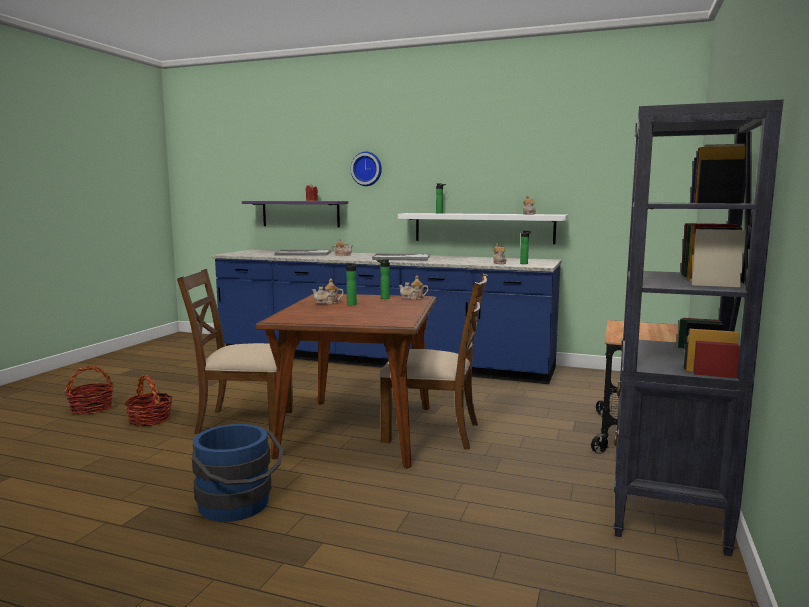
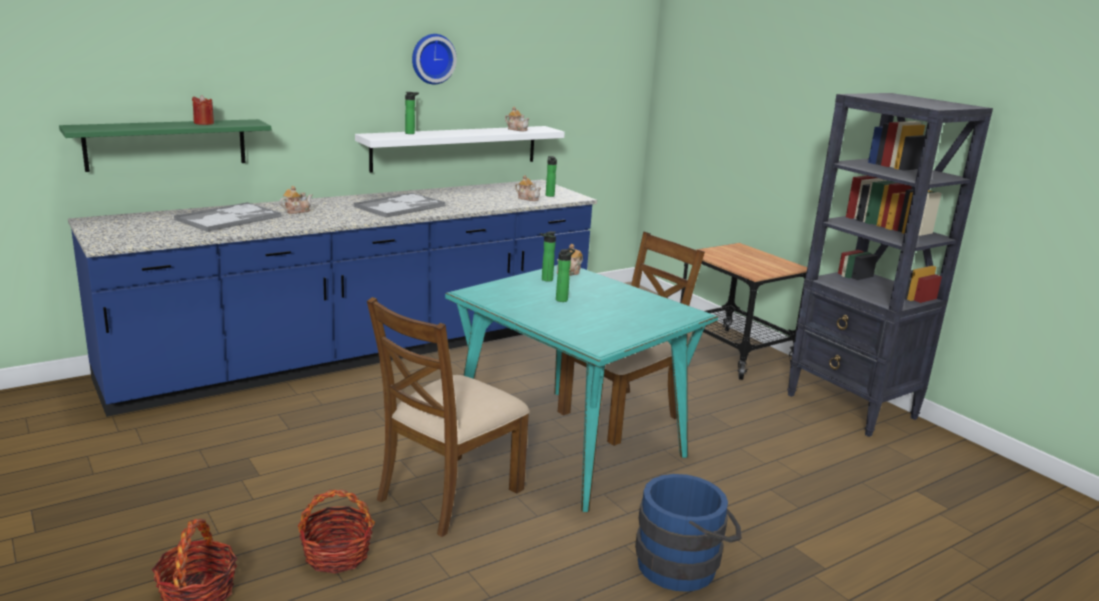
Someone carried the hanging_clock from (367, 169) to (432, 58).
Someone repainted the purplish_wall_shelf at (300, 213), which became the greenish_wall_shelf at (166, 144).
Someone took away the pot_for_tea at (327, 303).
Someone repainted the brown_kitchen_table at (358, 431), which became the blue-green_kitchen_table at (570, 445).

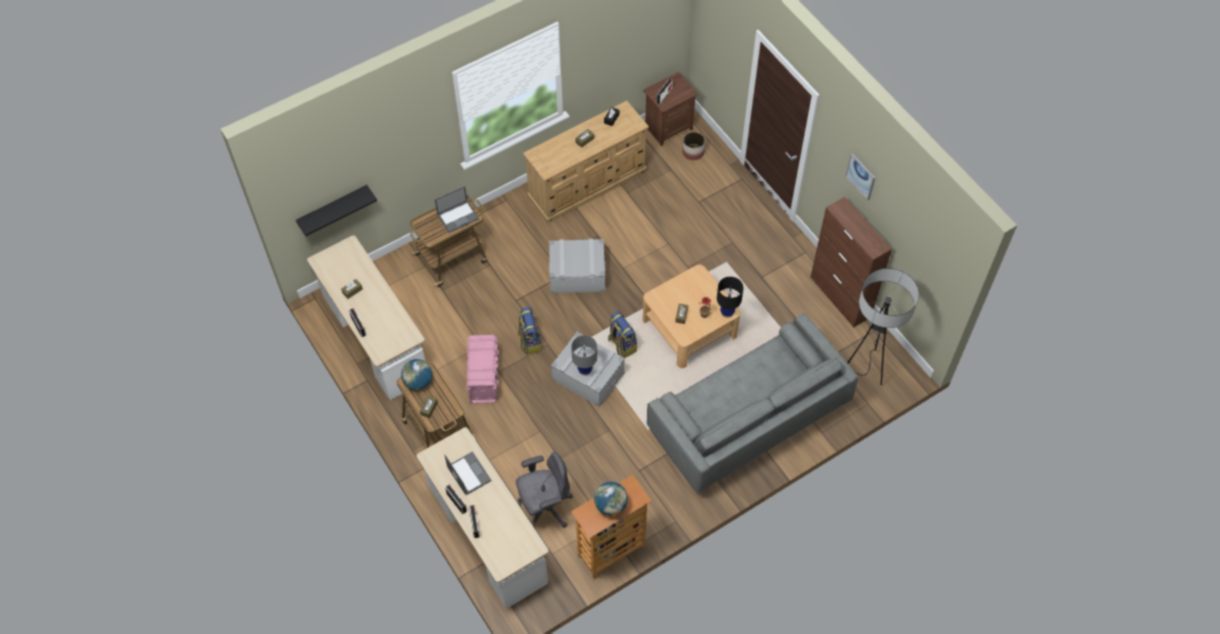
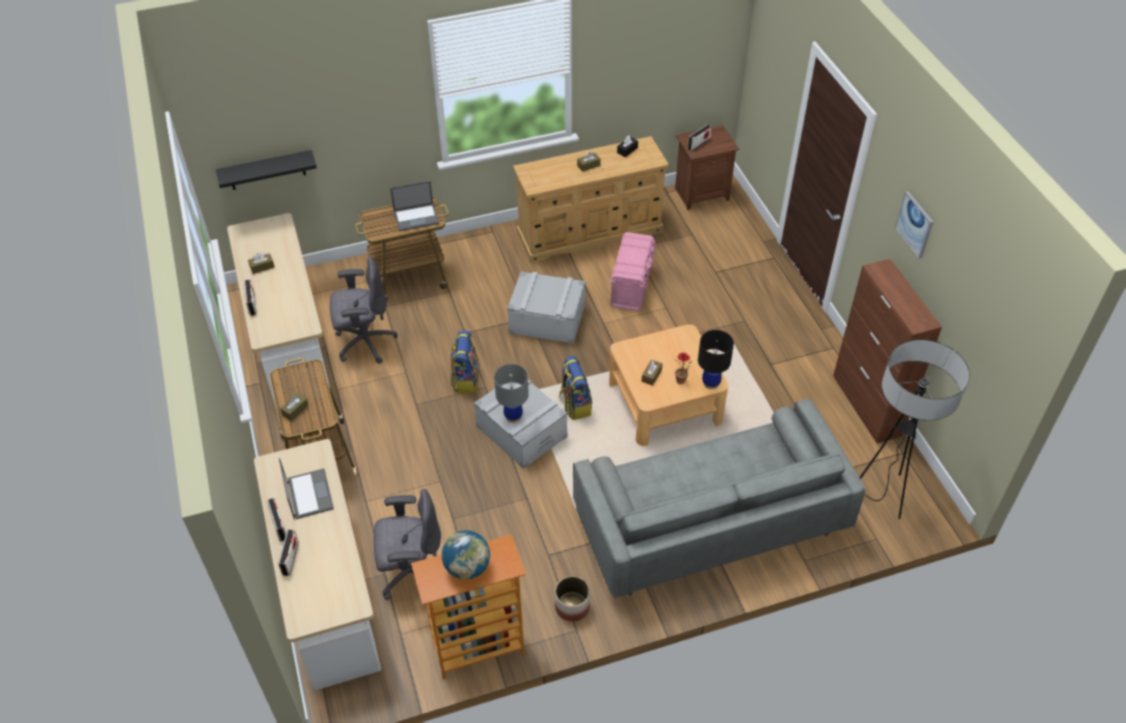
Someone carried the planter from (693, 152) to (572, 607).
Someone carried the pink-coloured_storage_container from (484, 378) to (631, 286).
Someone took away the globe at (418, 382).
Someone put down the greyish_office_chair at (364, 342).

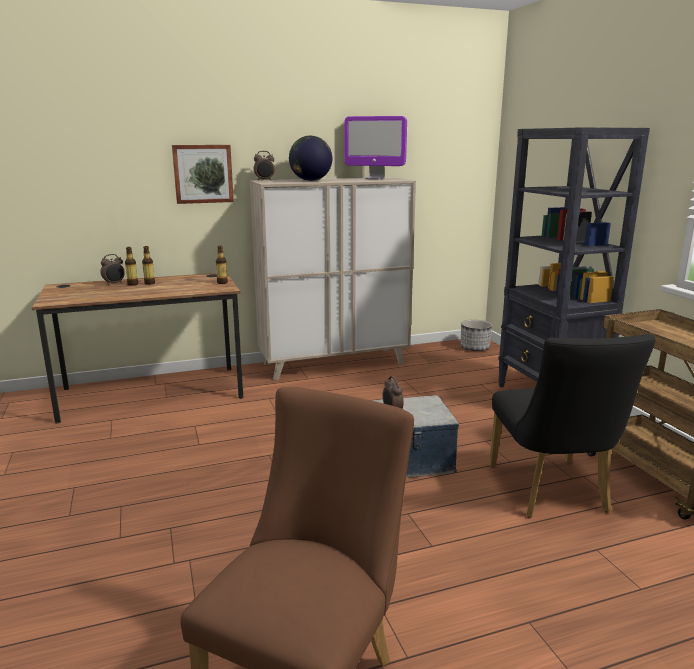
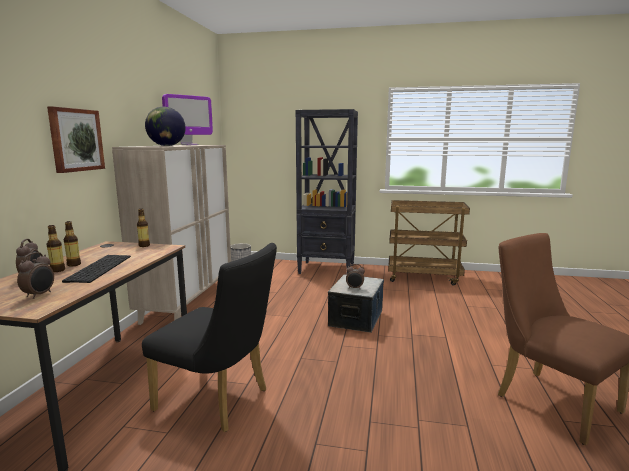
Someone carried the alarm_clock from (264, 180) to (39, 295).
Someone carried the blackish_chair from (551, 493) to (219, 401).
Someone put down the PC_keyboard at (98, 268).

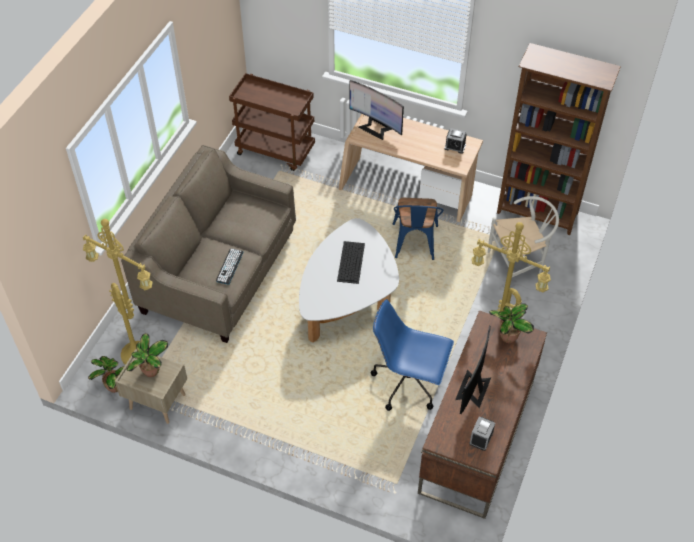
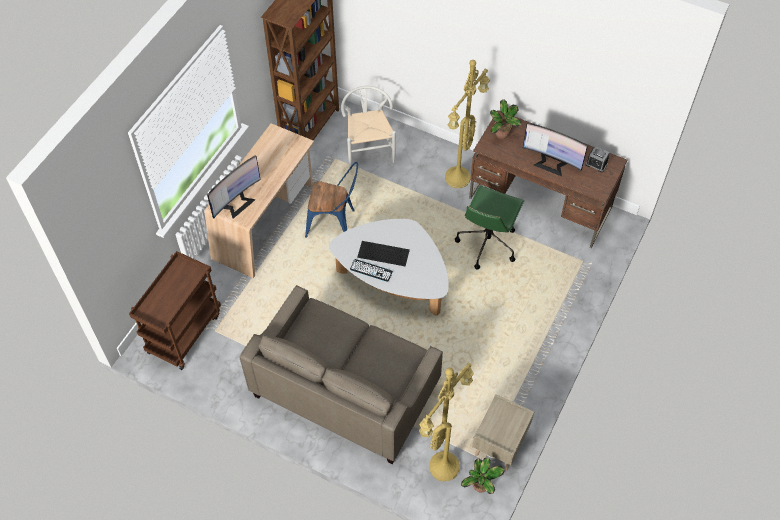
Someone took away the alarm_clock at (455, 147).
Someone carried the PC_keyboard from (229, 266) to (371, 270).
Someone repainted the bluish_office_chair at (409, 383), which became the greenish_office_chair at (487, 243).
Someone took away the houseplant at (151, 372).

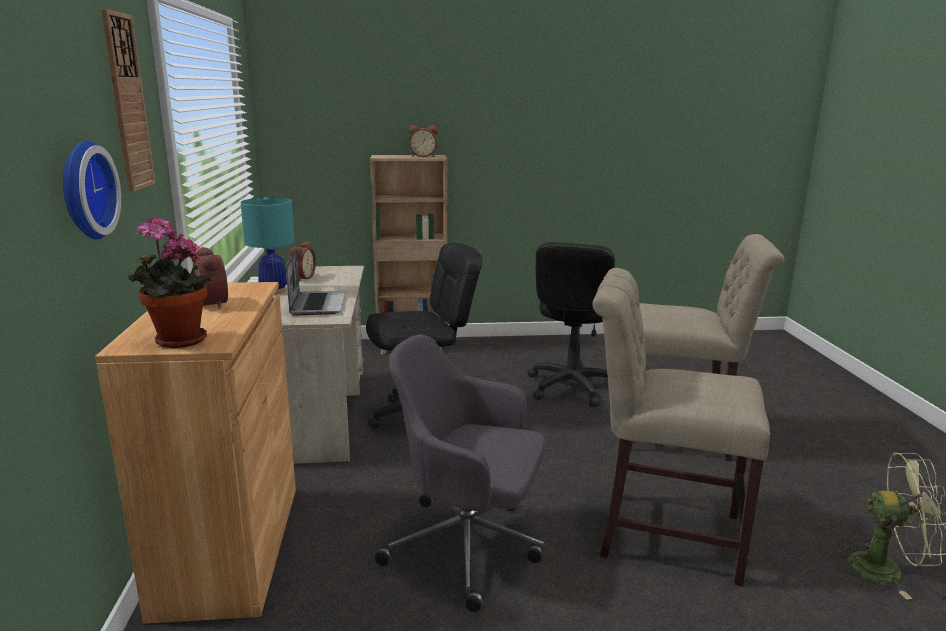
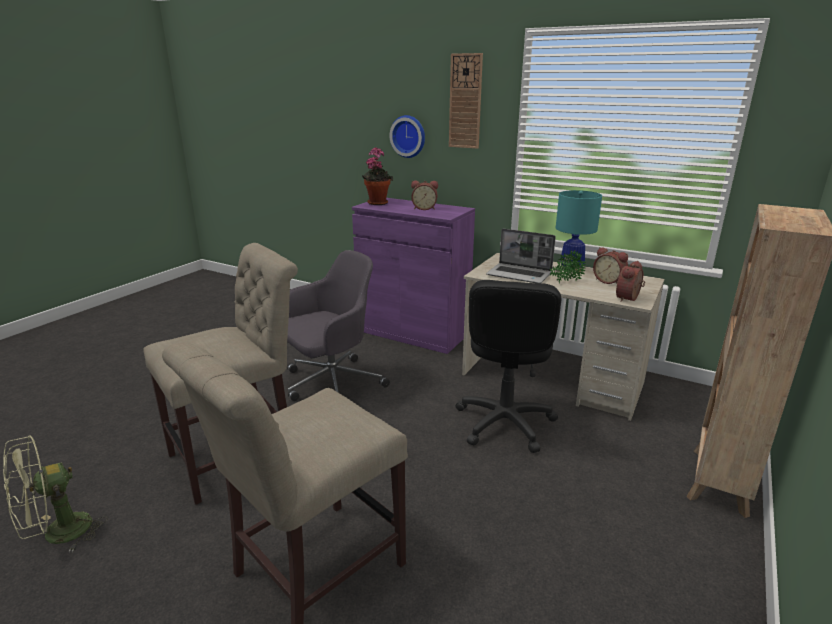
Someone carried the alarm_clock from (424, 156) to (629, 299).
Someone took away the blackish_office_chair at (571, 386).
Someone repainted the brown_cabinet at (230, 547), which became the purplish_cabinet at (413, 332).
Someone put down the houseplant at (565, 282).

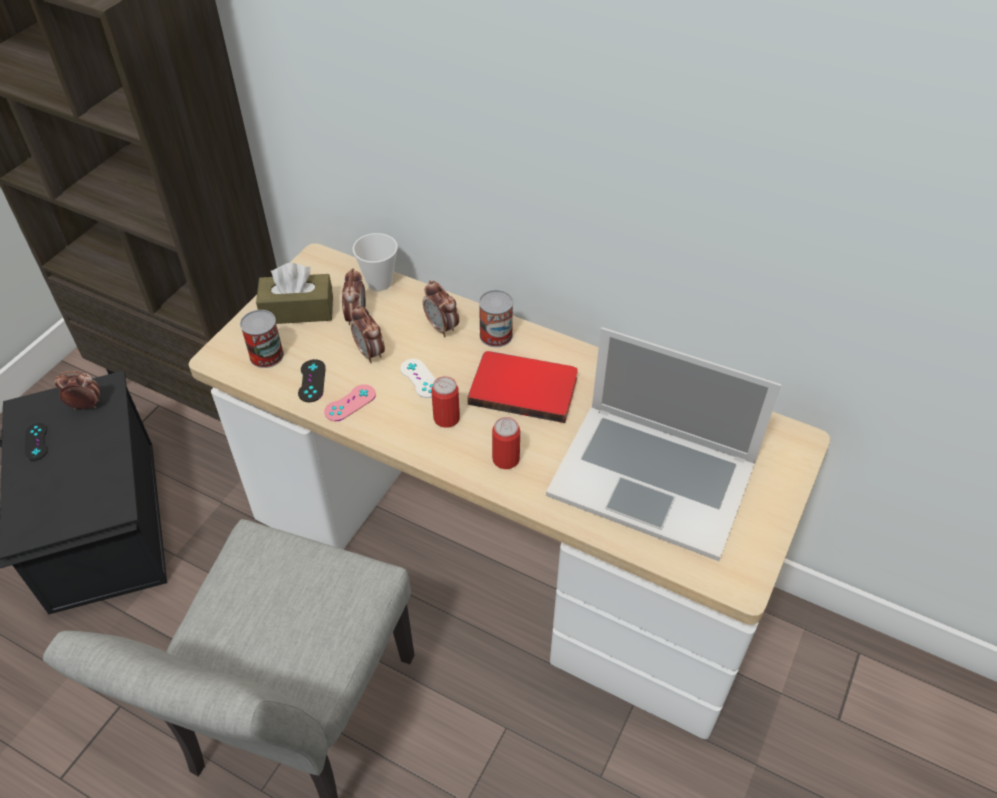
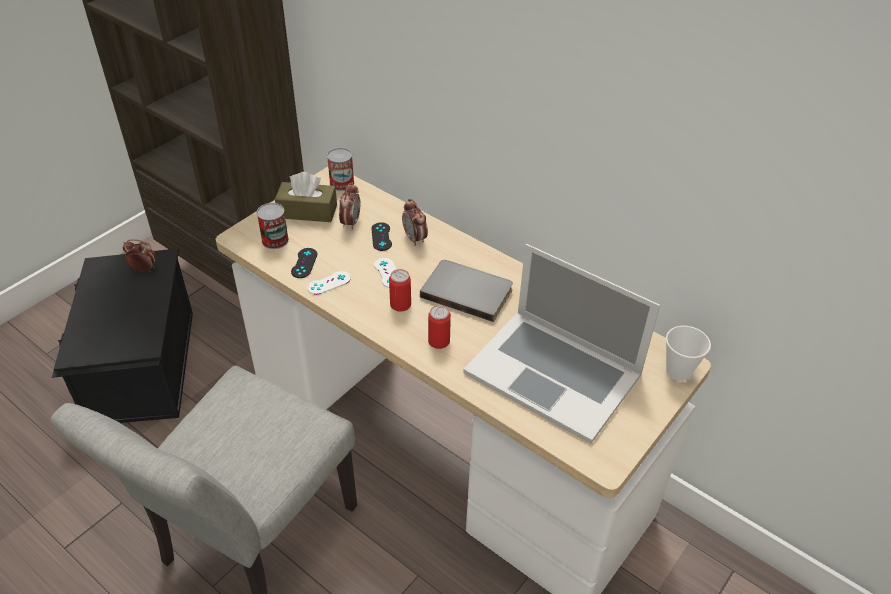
Someone carried the drinking_cup from (379, 282) to (678, 371).
Someone carried the can from (496, 335) to (342, 183).
Someone took away the alarm_clock at (370, 353).
Someone repainted the reddish_bound_book at (524, 387), which became the greyish_bound_book at (468, 291).
Someone repainted the pink-coloured_gamepad at (350, 403), which became the white-coloured_gamepad at (329, 283).
Someone carried the blackish_gamepad from (36, 442) to (381, 237).

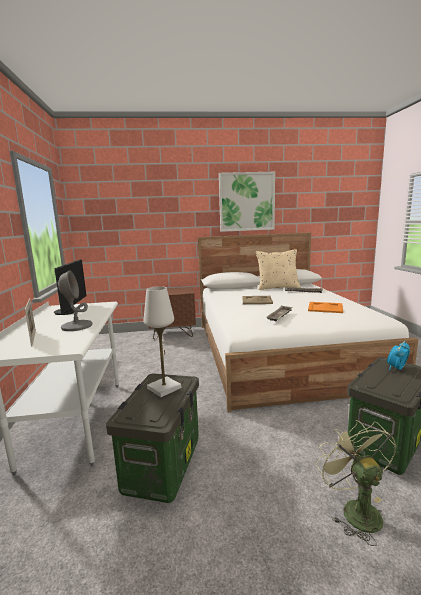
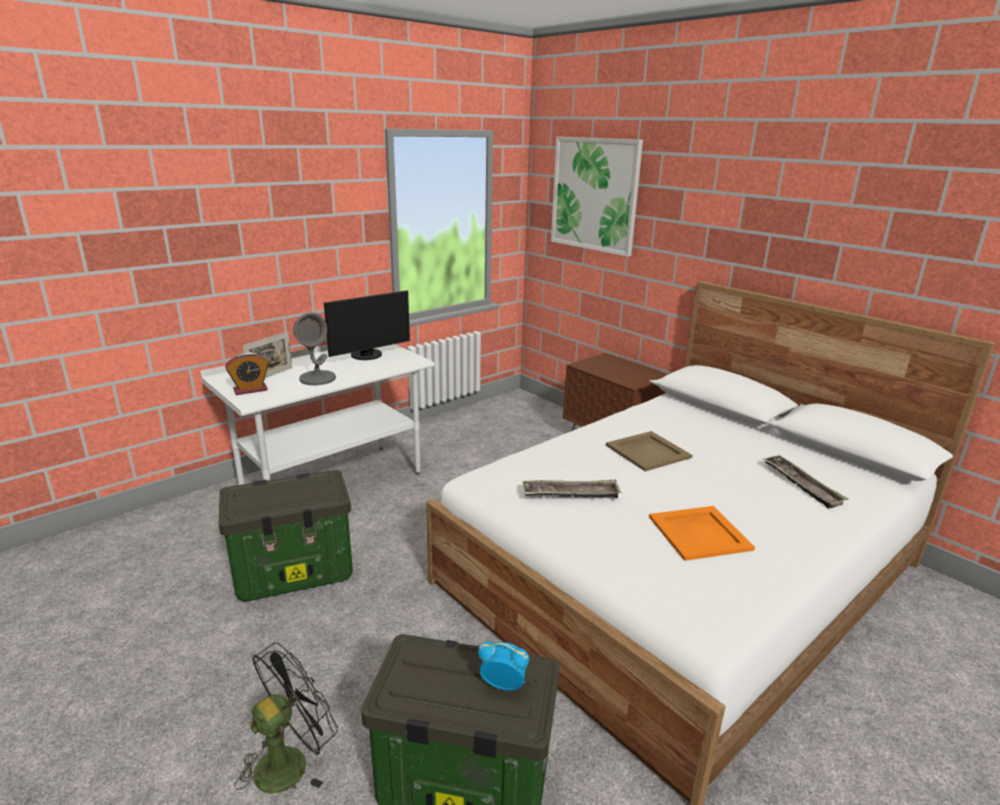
Someone carried the wall_art from (247, 202) to (594, 195).
Someone took away the beige-coloured_cushion at (277, 287).
Someone took away the white-coloured_lamp_for_a_table at (164, 388).
Someone repainted the greenish_electric_fan at (355, 509), which became the blackish_electric_fan at (290, 760).
Someone put down the alarm_clock at (250, 390).

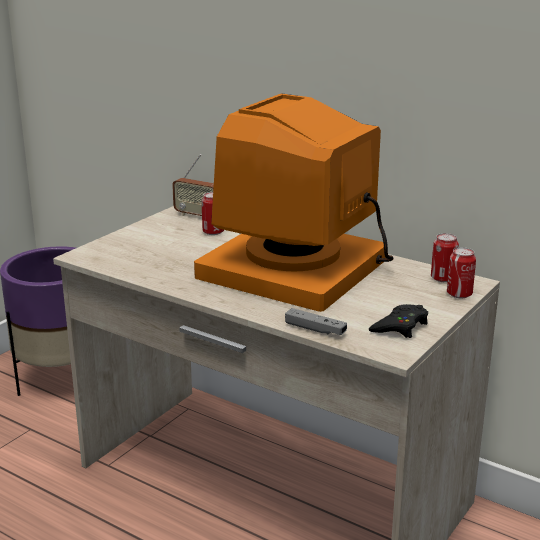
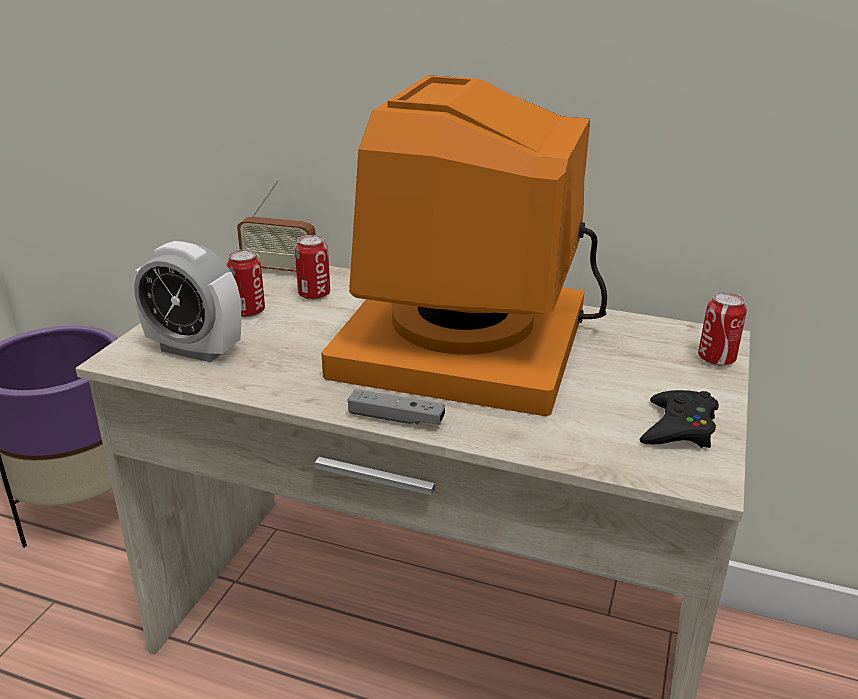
Someone carried the can from (443, 278) to (248, 311).
Someone carried the greyish_gamepad from (315, 329) to (396, 418).
Someone put down the alarm_clock at (194, 350).

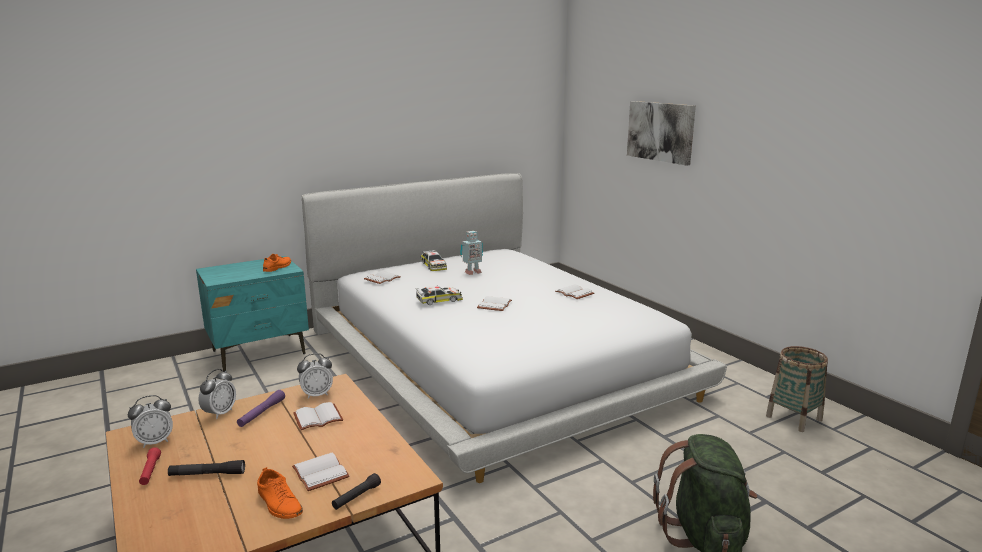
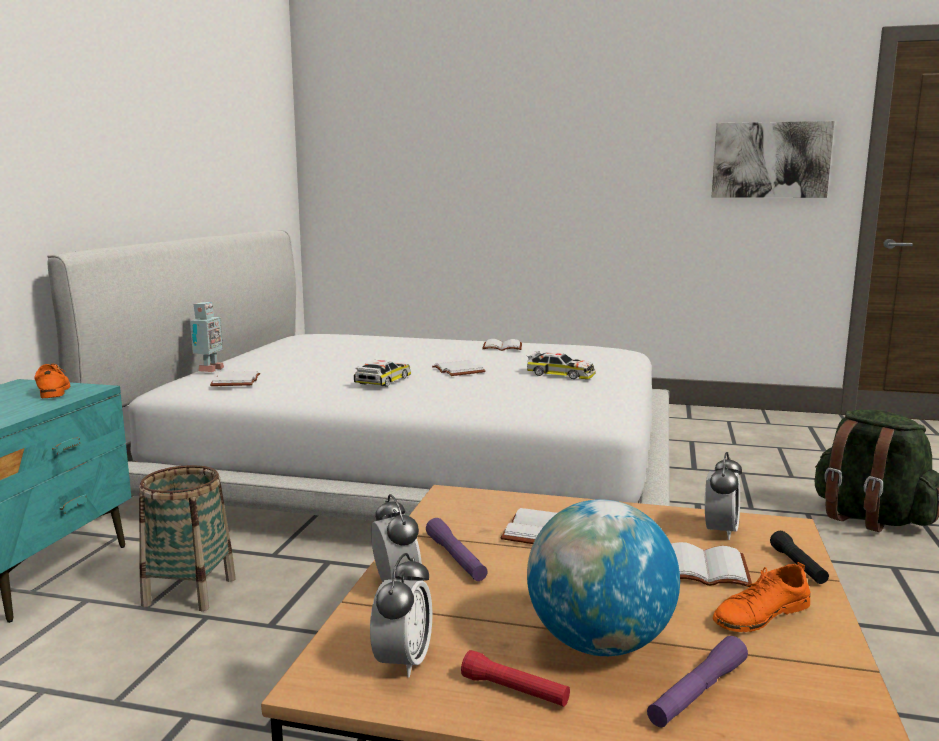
Someone carried the wall_art from (660, 131) to (770, 160).
Someone carried the model_robot from (472, 272) to (208, 370).
Someone carried the model_car from (434, 265) to (561, 374).
Someone carried the household_basket from (794, 418) to (190, 592).
Someone carried the alarm_clock from (317, 394) to (720, 531).
Someone swapped the blackish_torch at (207, 474) for the globe at (599, 644).
Someone rotated the orangey_item_of_footwear at (279, 503) by 150 degrees clockwise.
Someone put down the purplish_torch at (697, 693).

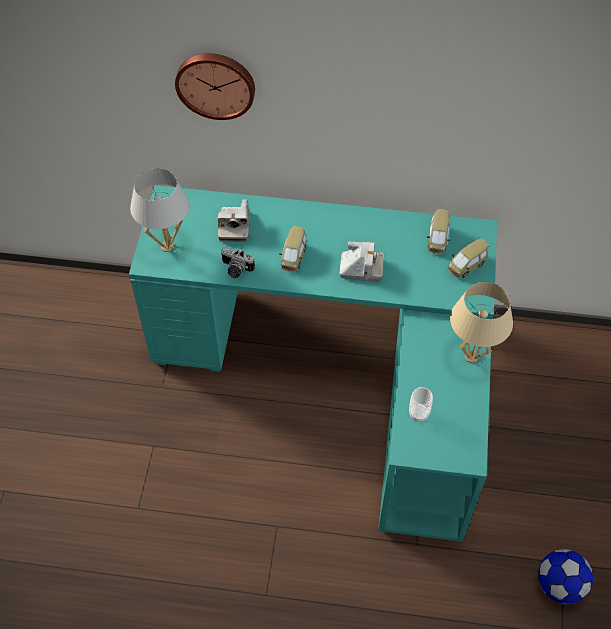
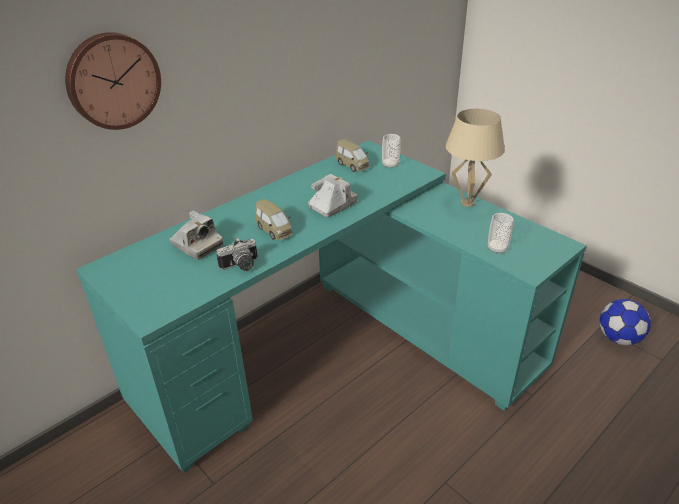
Someone took away the white-coloured_lamp_for_a_table at (167, 247).
Someone swapped the model_car at (466, 266) for the drinking_cup at (390, 165).

